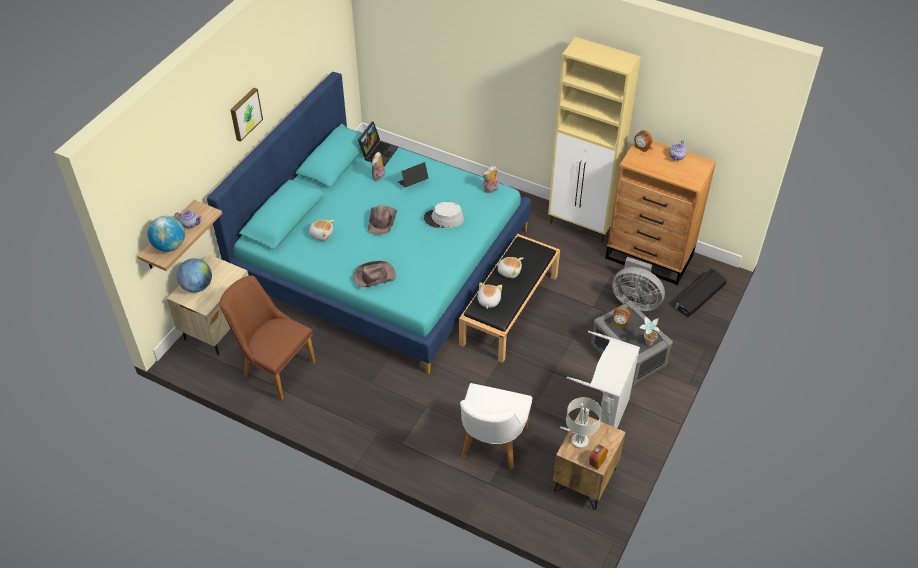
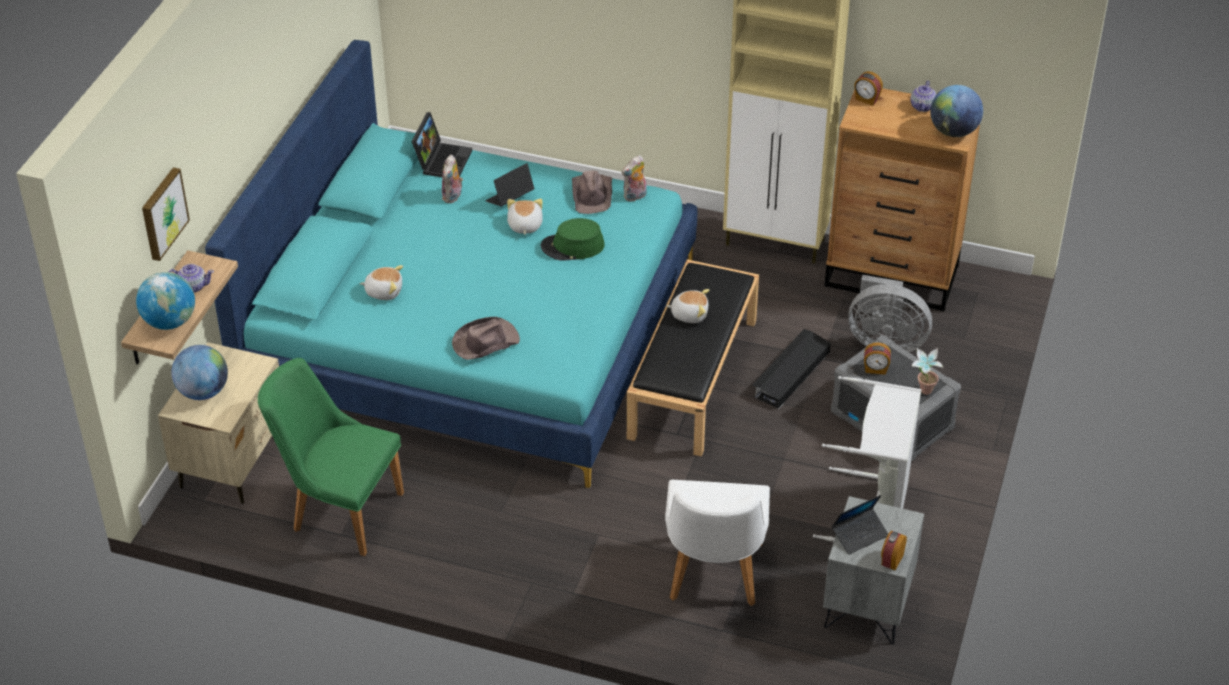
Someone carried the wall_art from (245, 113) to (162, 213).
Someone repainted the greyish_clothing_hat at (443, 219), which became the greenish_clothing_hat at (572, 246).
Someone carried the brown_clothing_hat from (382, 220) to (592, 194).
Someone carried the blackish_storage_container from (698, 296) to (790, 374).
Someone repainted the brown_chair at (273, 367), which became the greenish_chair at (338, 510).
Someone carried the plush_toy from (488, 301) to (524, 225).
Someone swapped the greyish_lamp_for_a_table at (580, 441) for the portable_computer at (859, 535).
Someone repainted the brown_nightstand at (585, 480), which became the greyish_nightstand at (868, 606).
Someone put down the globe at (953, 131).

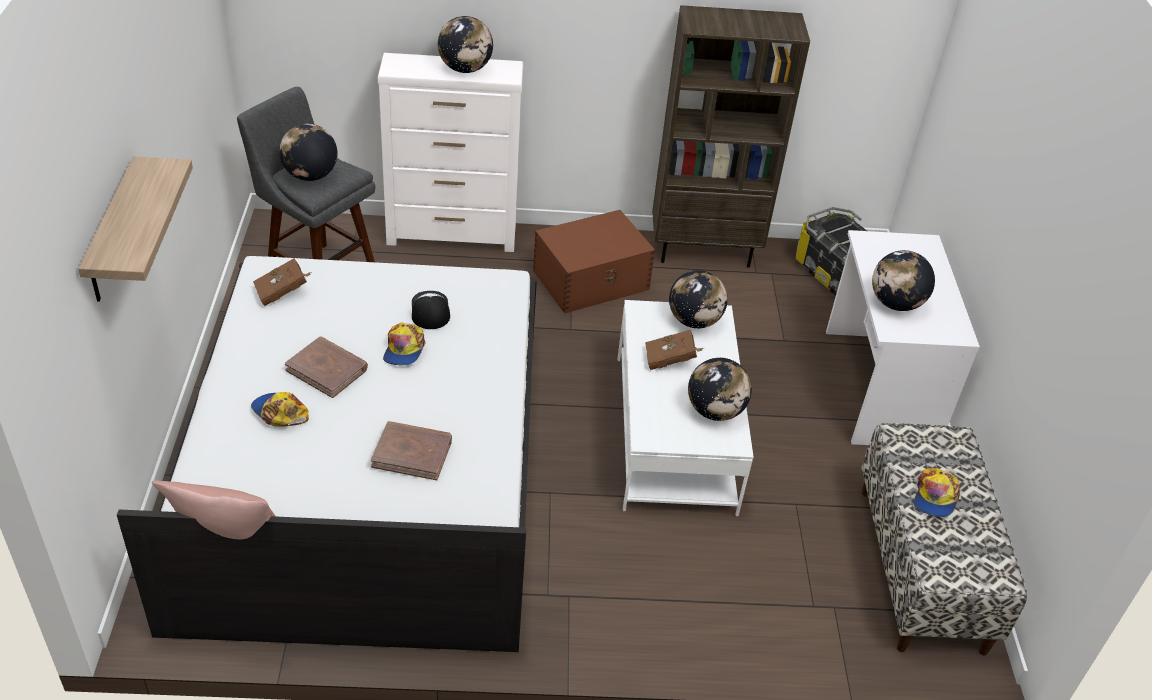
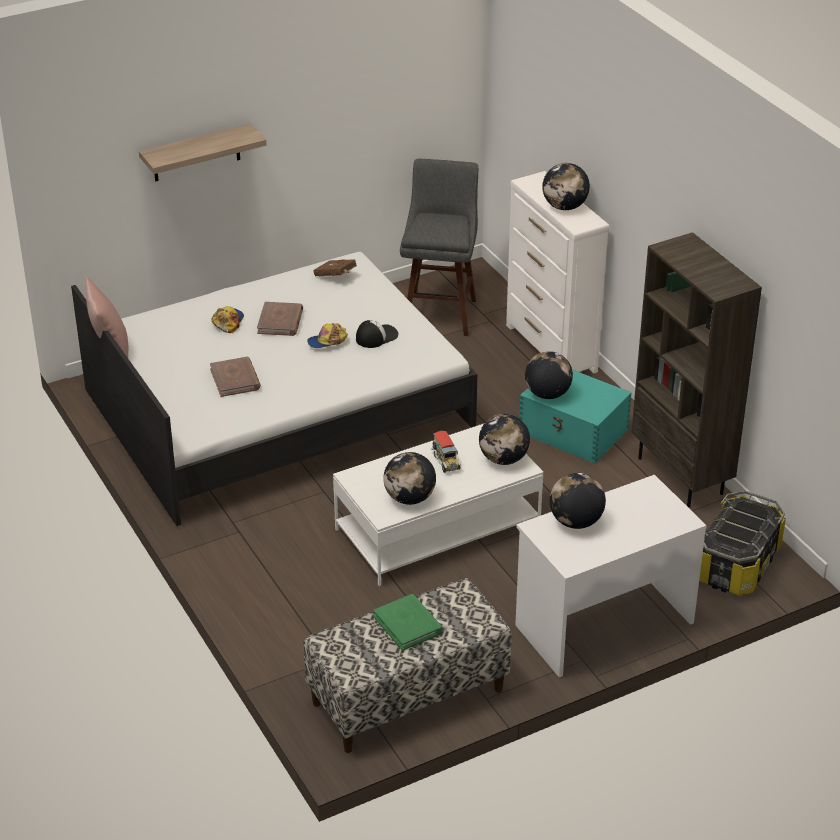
Someone carried the globe from (310, 175) to (547, 394).
Someone repainted the brown_storage_container at (592, 280), which became the blue-green_storage_container at (574, 431).
Someone swapped the brown_bound_book at (671, 361) for the toy_truck at (445, 462).
Someone swapped the baseball_cap at (935, 497) for the greenish_bound_book at (408, 624).

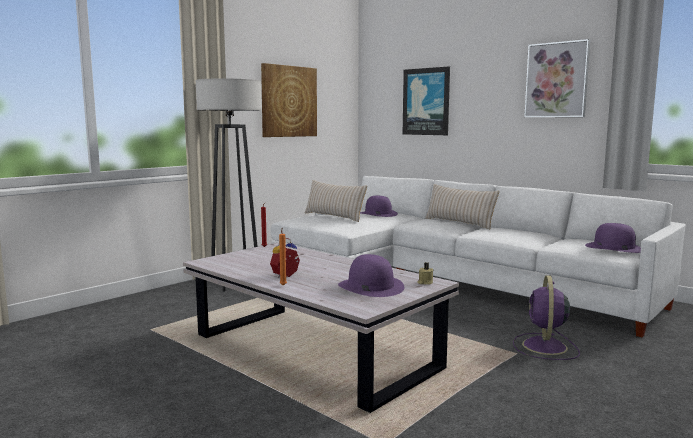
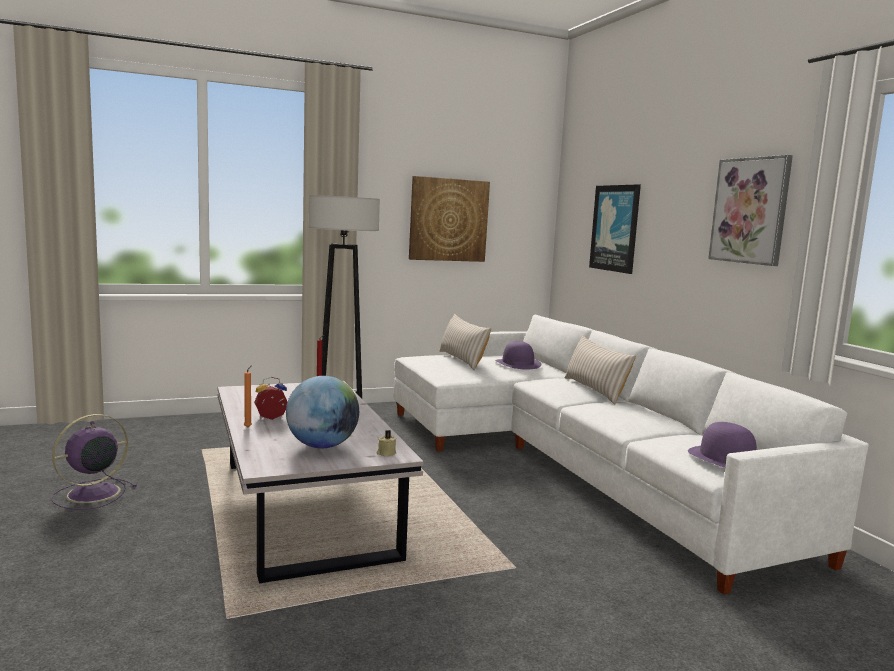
Someone swapped the purplish_clothing_hat at (370, 286) for the globe at (322, 446).
Someone carried the purplish_electric_fan from (545, 347) to (91, 494).

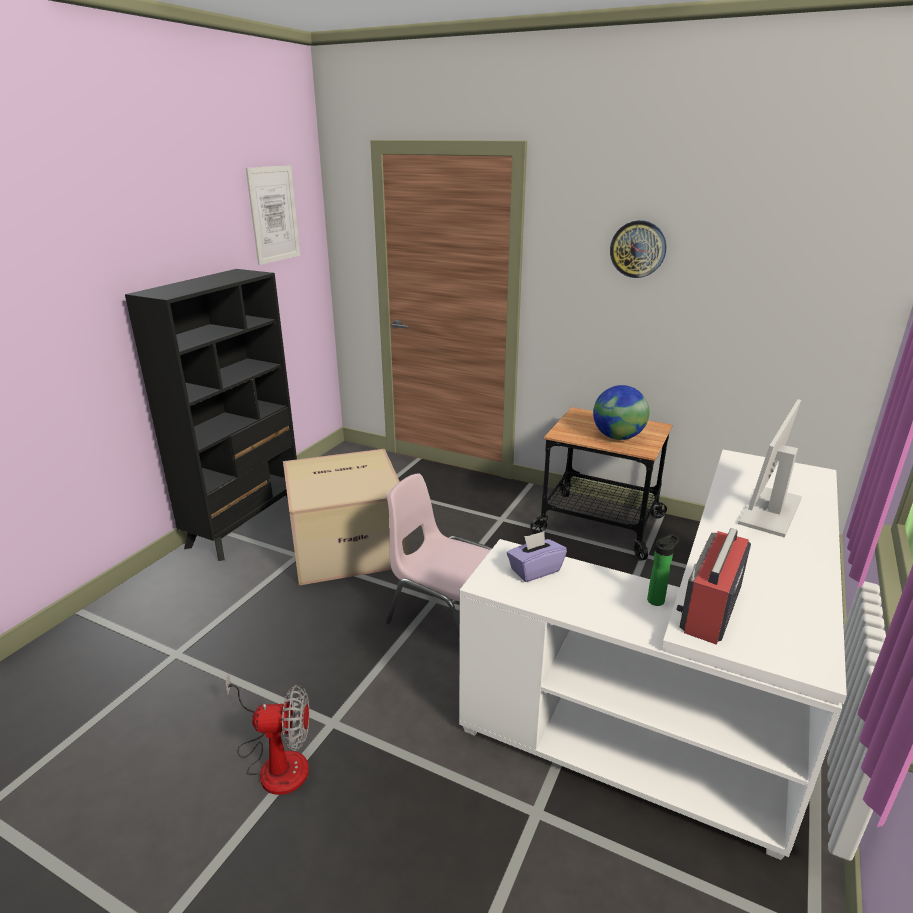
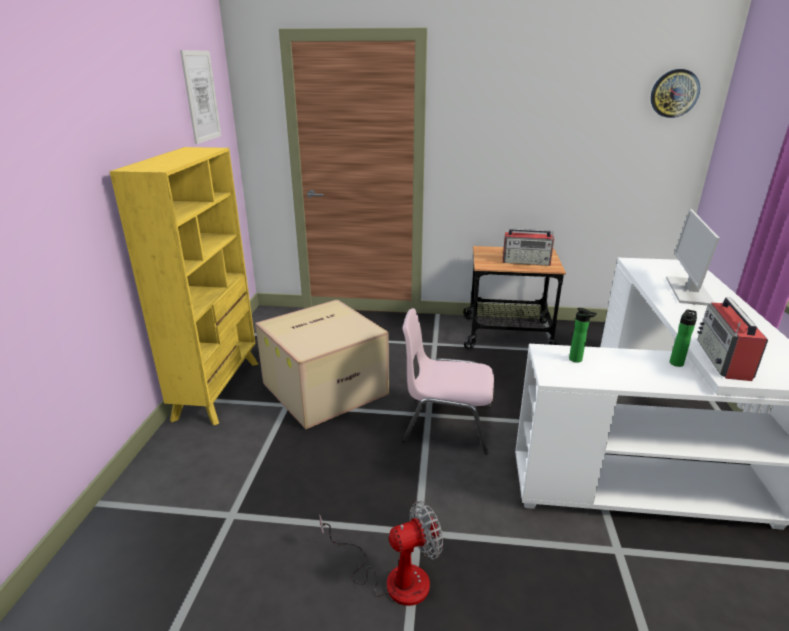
Someone carried the hanging_clock from (638, 249) to (674, 93).
Someone repainted the blackish_shelving_unit at (246, 524), which became the yellow_shelving_unit at (218, 389).
Someone swapped the globe at (618, 437) for the radio at (526, 262).
Someone swapped the purplish_tissue_box at (535, 570) for the drink_bottle at (577, 360).

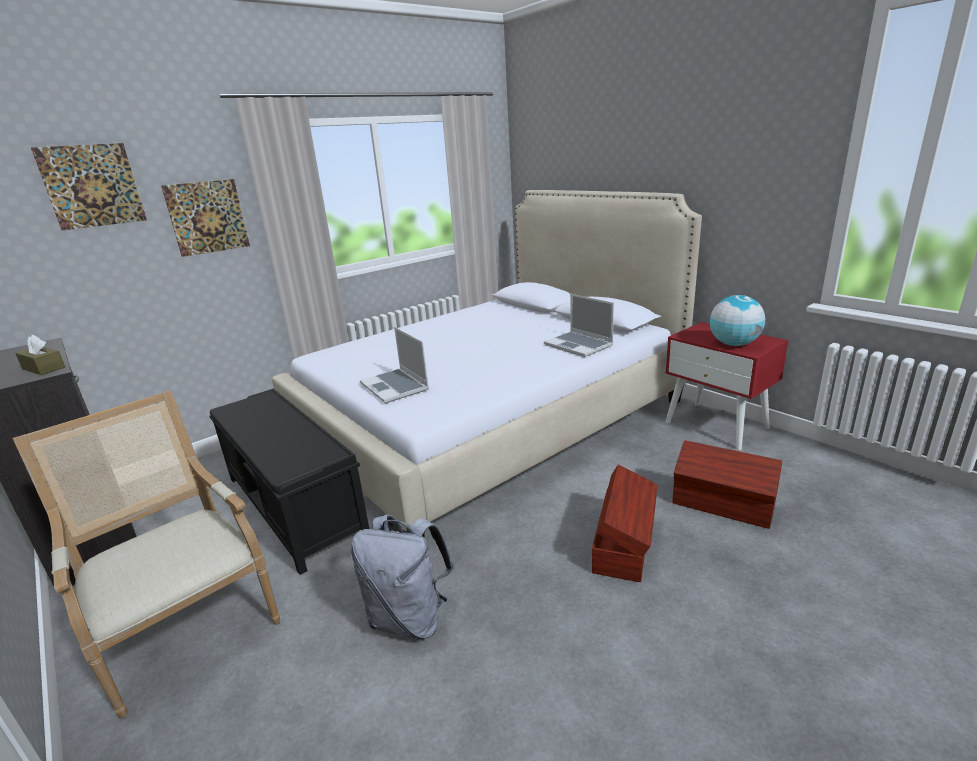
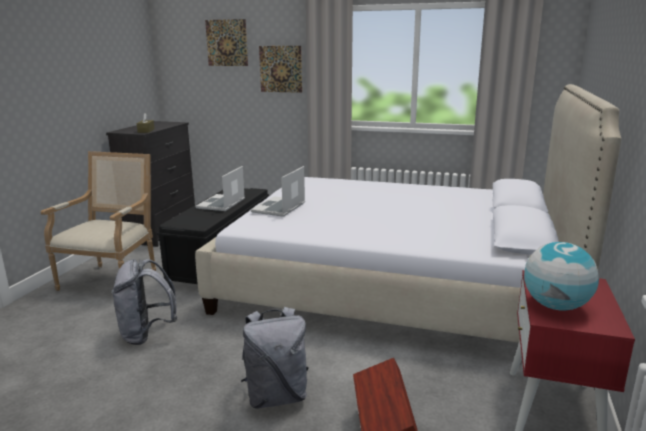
Someone carried the portable_computer from (579, 345) to (221, 204).
Someone swapped the brown_storage_container at (624, 543) for the greyish_knapsack at (276, 396).

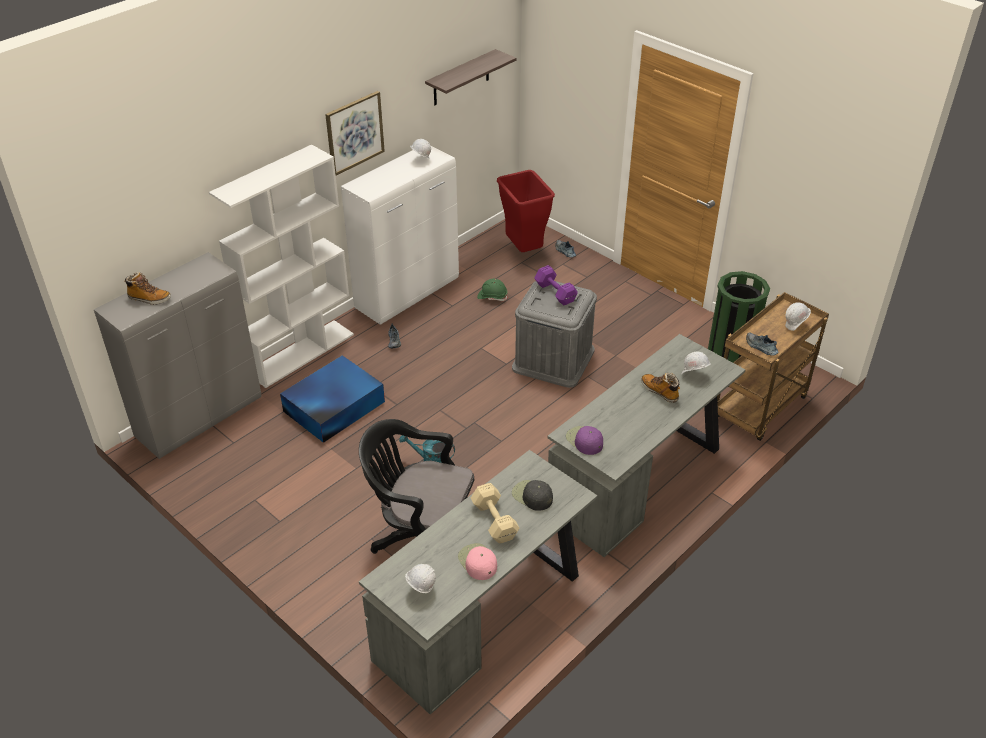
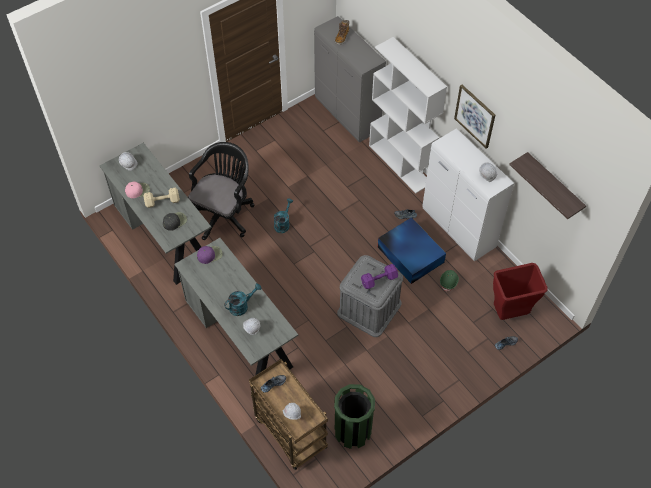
Someone carried the bluish_storage_container from (333, 407) to (410, 254).
Someone swapped the tall_boot at (660, 391) for the blue-green_sprinkling_can at (242, 306).

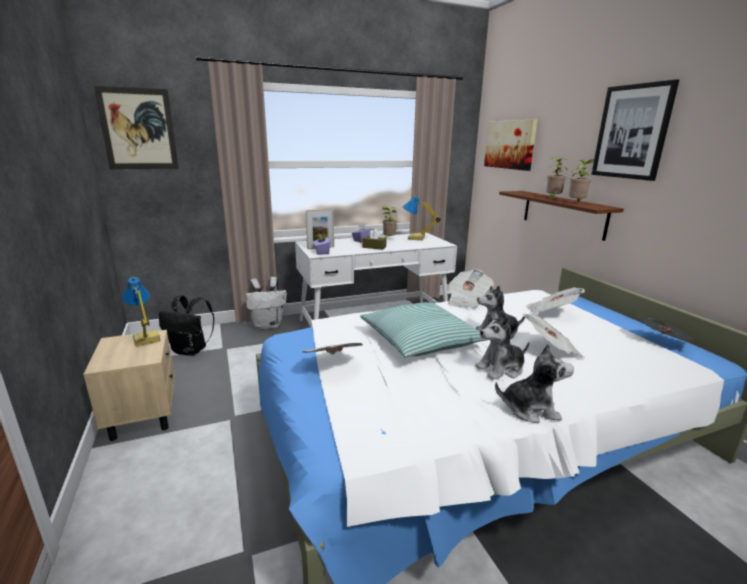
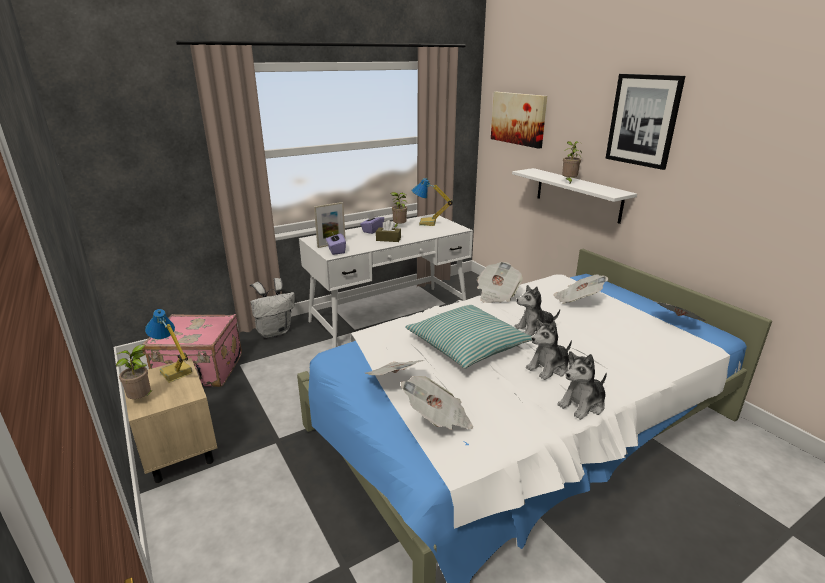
Someone took away the wall_art at (138, 129).
Someone carried the houseplant from (576, 203) to (142, 399).
Someone repainted the brown_wall_shelf at (563, 213), which became the white-coloured_wall_shelf at (578, 194).
Someone swapped the blackish_knapsack at (191, 350) for the pink-coloured_suitcase at (200, 371).
Someone carried the daily_paper from (551, 349) to (437, 419).
Someone rotated the plush_toy at (530, 409) by 150 degrees clockwise.

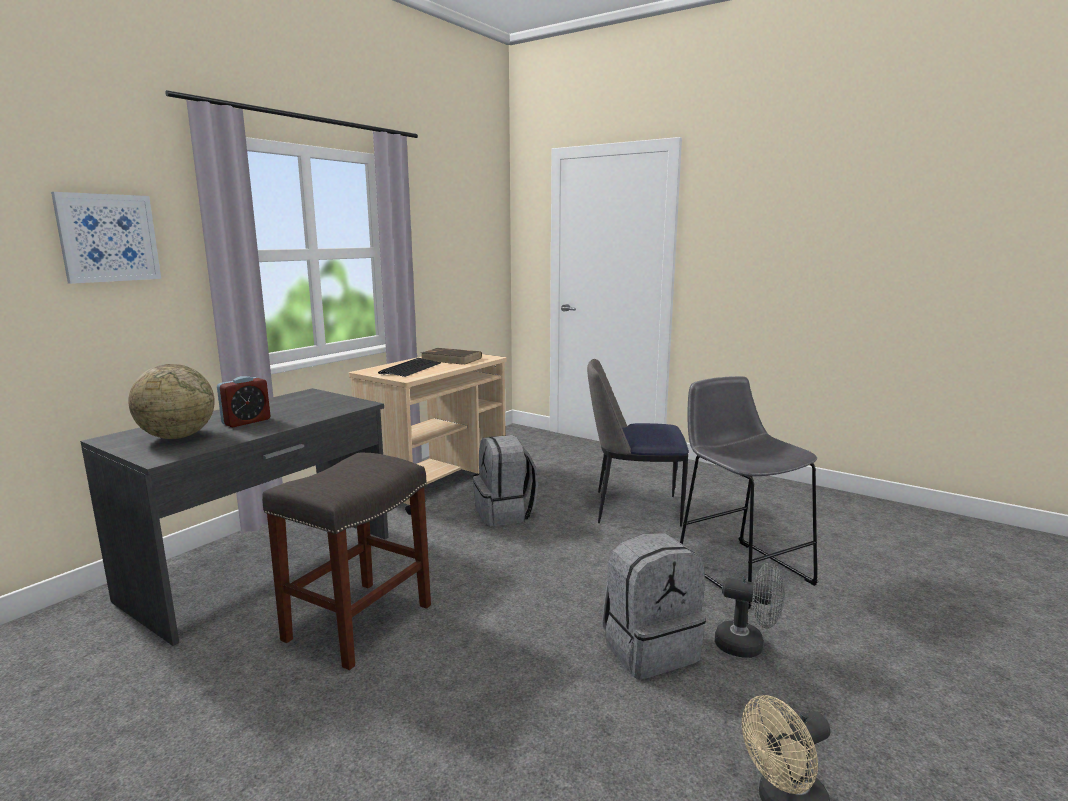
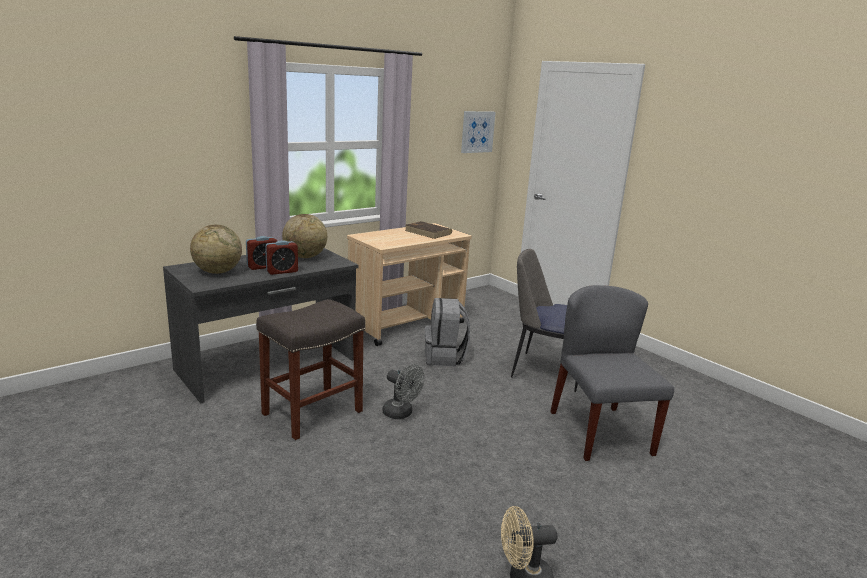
Someone carried the wall_art from (108, 238) to (477, 132).
Someone took away the PC_keyboard at (410, 369).
Someone swapped the greyish_sitting_stool at (739, 569) for the greyish_chair at (600, 432).
Someone took away the greyish_knapsack at (649, 648).
Someone carried the greyish_electric_fan from (747, 645) to (401, 414).
Someone put down the globe at (305, 257).
Someone put down the alarm_clock at (282, 271).

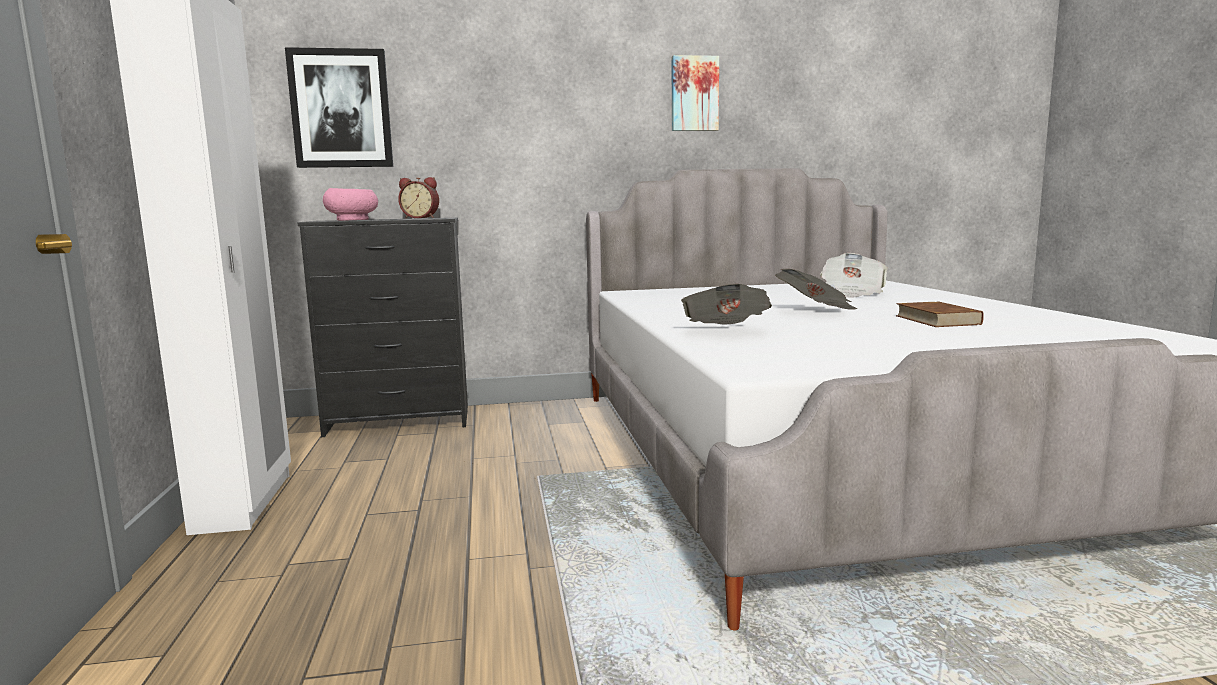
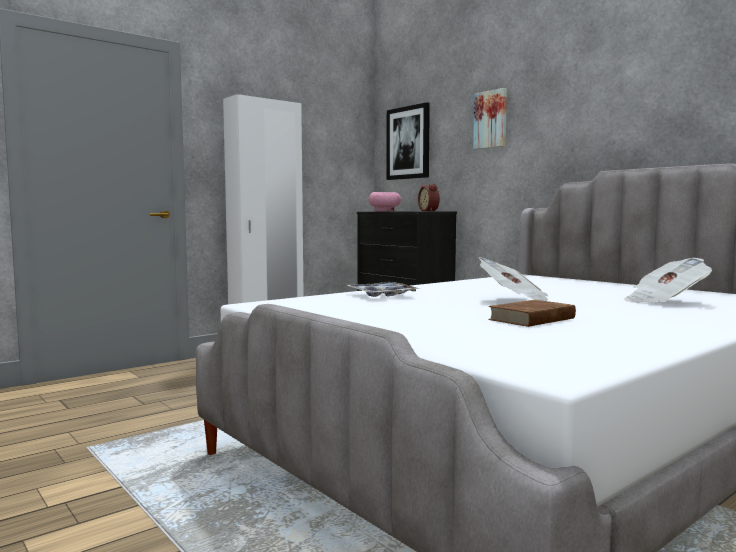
Someone carried the wall_art from (694, 94) to (491, 119).
Someone swapped the daily_paper at (725, 331) for the serving_tray at (382, 295).

